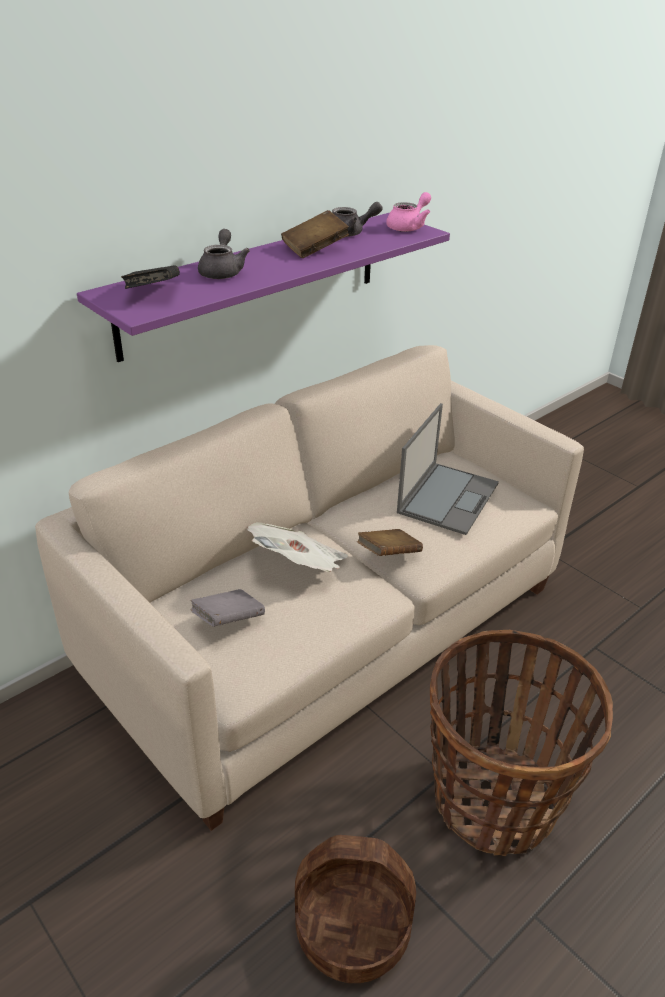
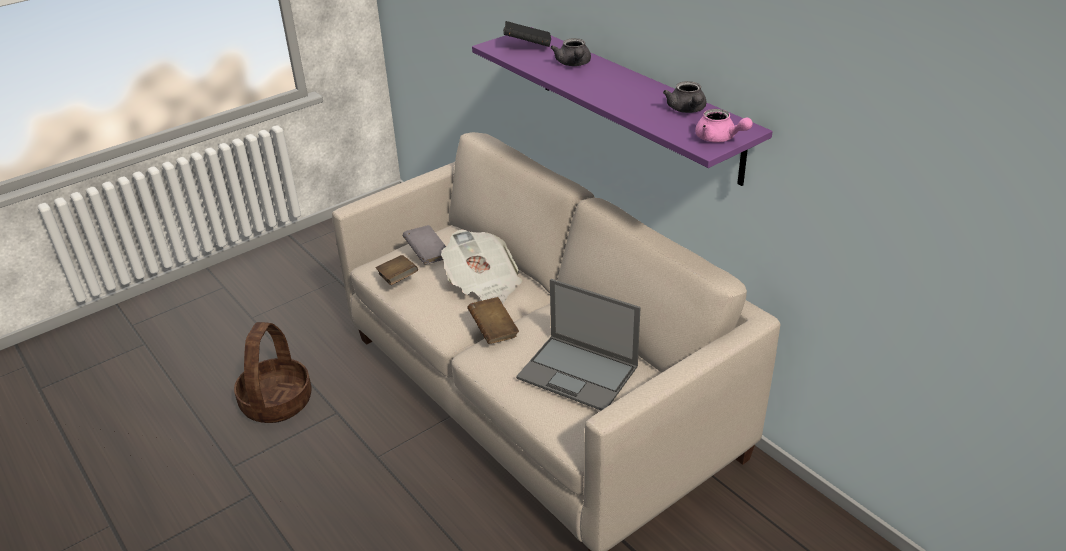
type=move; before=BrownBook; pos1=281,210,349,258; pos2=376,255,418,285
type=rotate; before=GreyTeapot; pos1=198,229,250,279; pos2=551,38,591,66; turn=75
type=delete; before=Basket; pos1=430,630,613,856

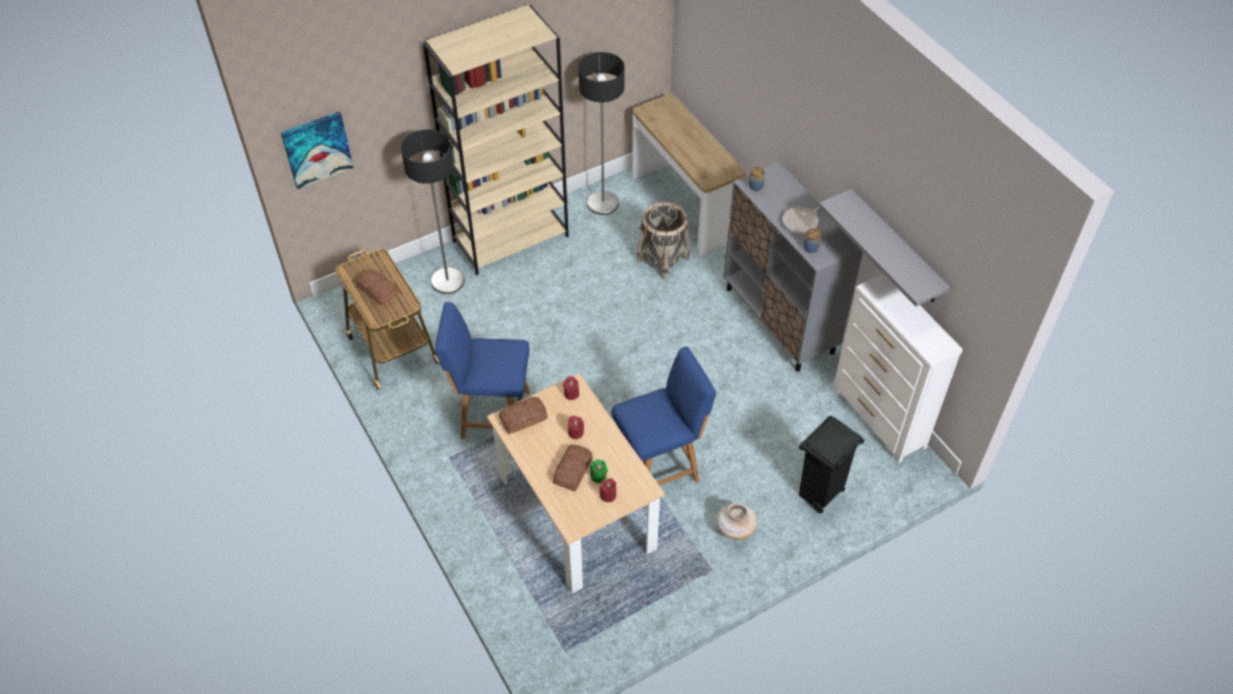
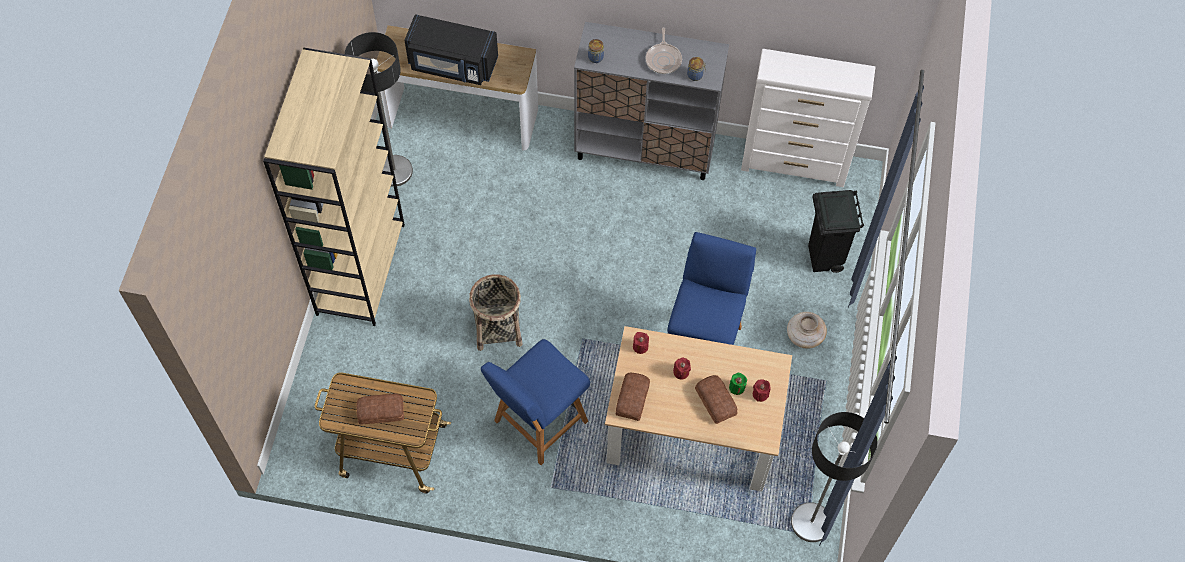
type=insert; after=BlackMicrowave; pos2=405,14,498,85
type=move; before=Basket; pos1=636,202,690,280; pos2=469,274,523,351
type=move; before=FloorLamp; pos1=401,129,465,294; pos2=791,412,877,542
type=delete; before=Picture; pos1=281,112,354,189
type=delete; before=GreyShelf; pos1=819,189,950,307

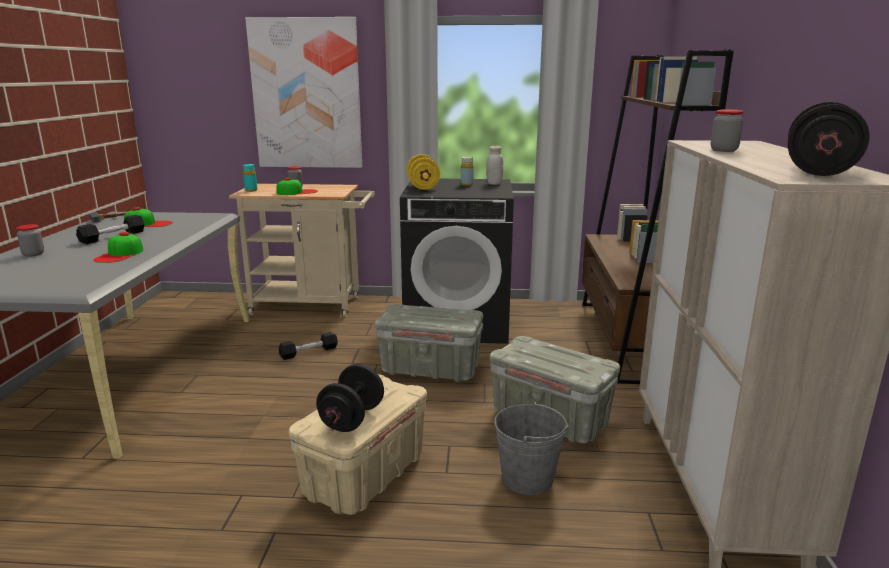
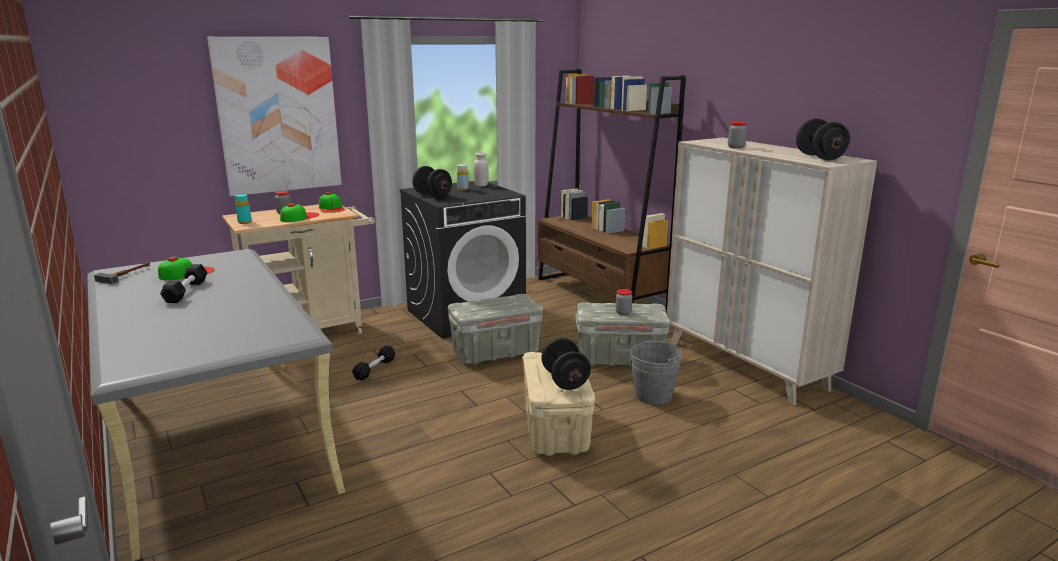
type=move; before=Cap; pos1=93,232,143,263; pos2=319,192,345,213
type=recolor; before=YellowDumbbell; after=BlackDumbbell; pos1=407,154,440,190; pos2=412,166,452,198
type=move; before=Jar; pos1=16,224,44,257; pos2=616,289,632,315

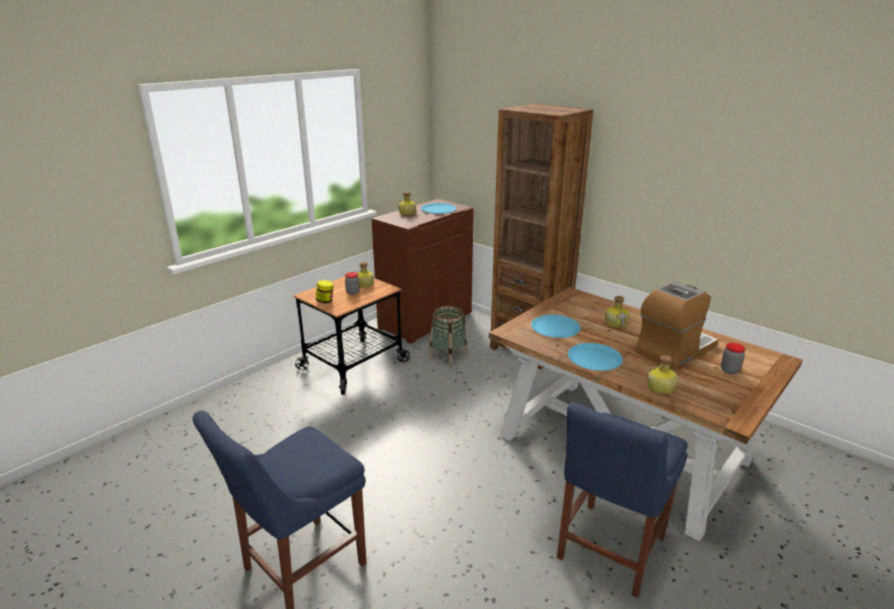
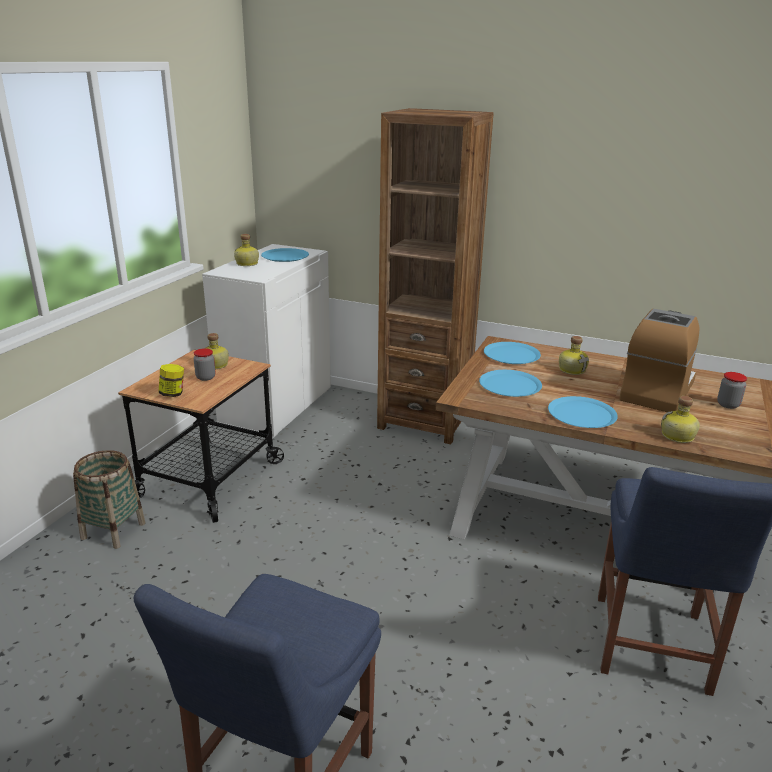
type=move; before=Basket; pos1=429,305,467,366; pos2=73,450,146,549
type=recolor; before=BrownCabinet; after=WhiteCabinet; pos1=371,199,474,344; pos2=202,244,331,439
type=insert; after=BluePlate; pos2=484,342,541,364

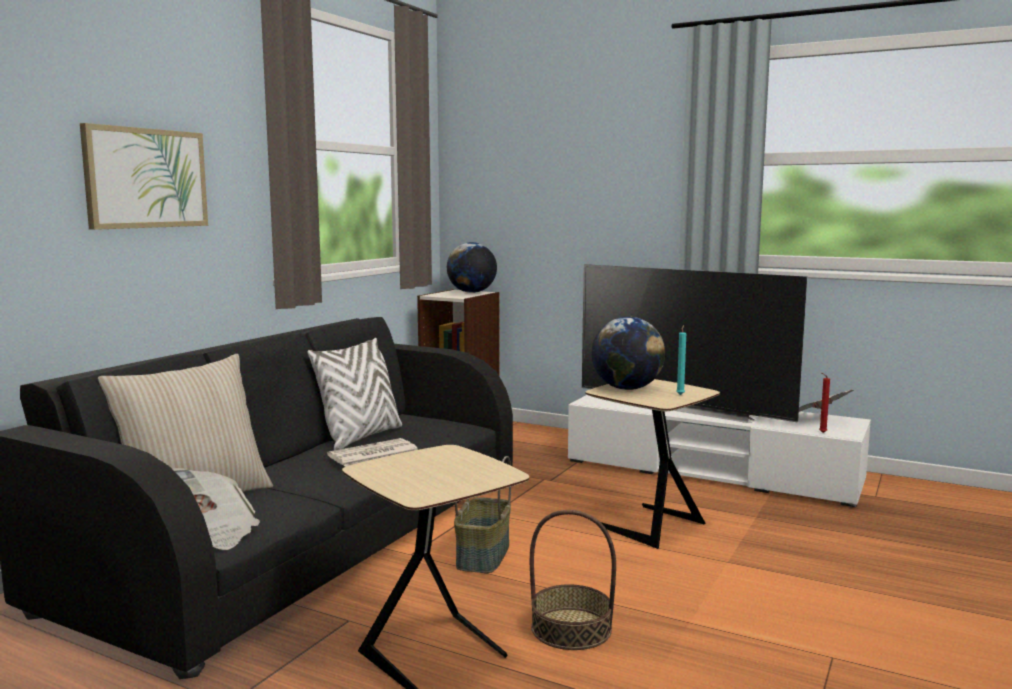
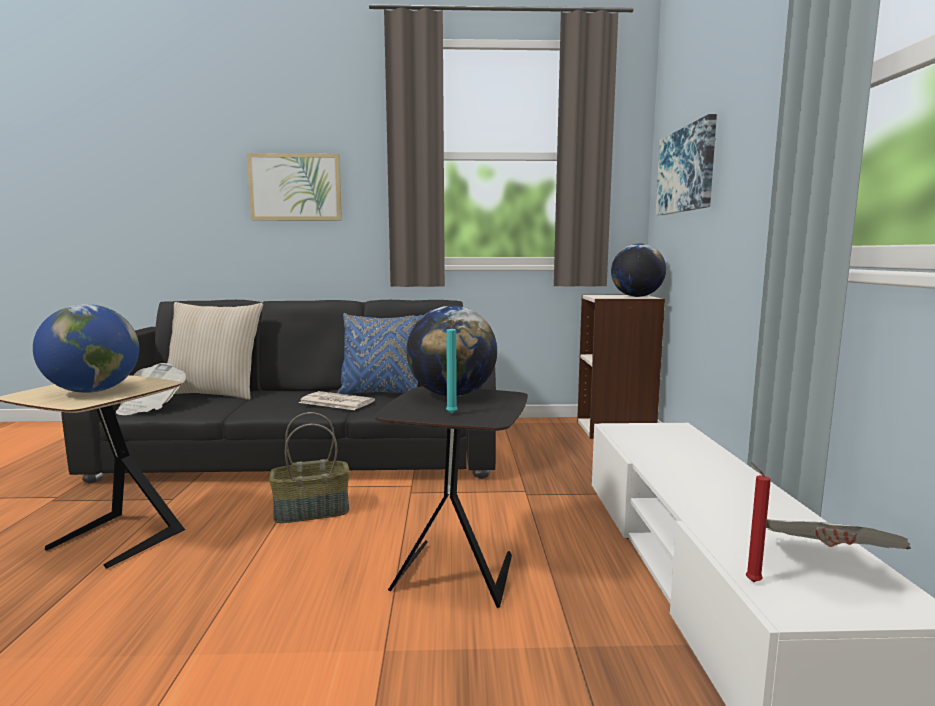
type=insert; after=Globe; pos2=33,304,139,393
type=recolor; before=WhitePillow; after=BluePillow; pos1=307,338,402,451; pos2=337,313,423,394
type=recolor; before=BeigeSideTable; after=BlackSideTable; pos1=585,379,720,549; pos2=374,387,528,608
type=insert; after=Picture; pos2=656,114,717,215
type=delete; before=Basket; pos1=530,510,616,650
type=delete; before=Television; pos1=582,264,807,423

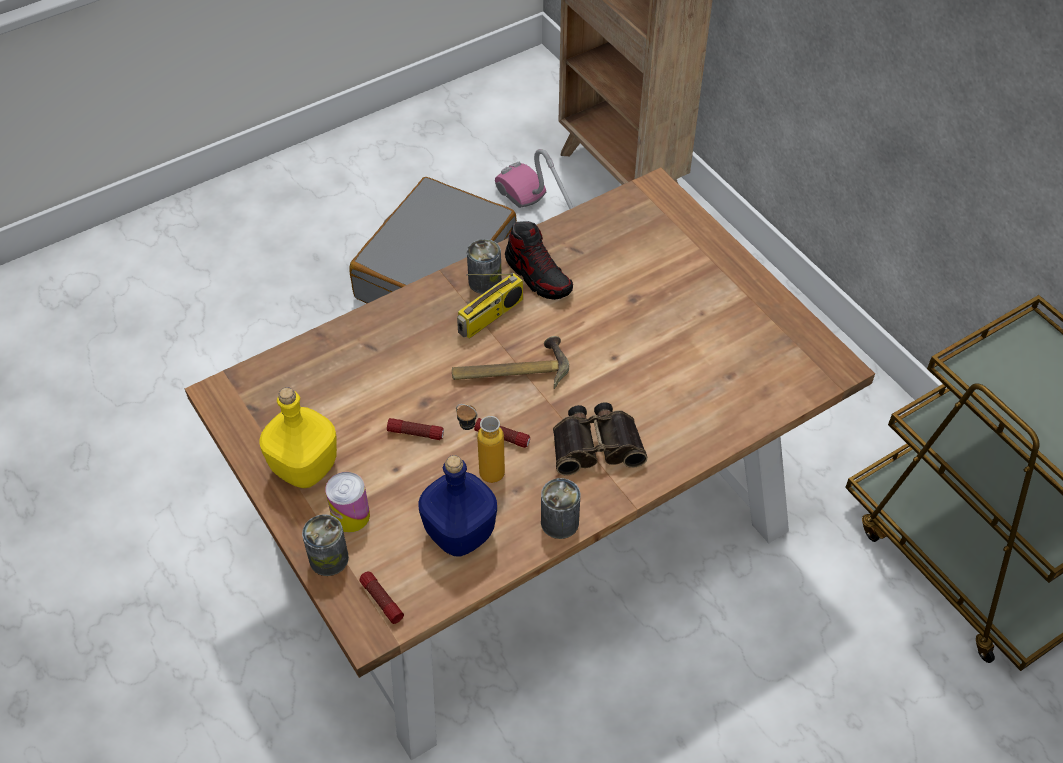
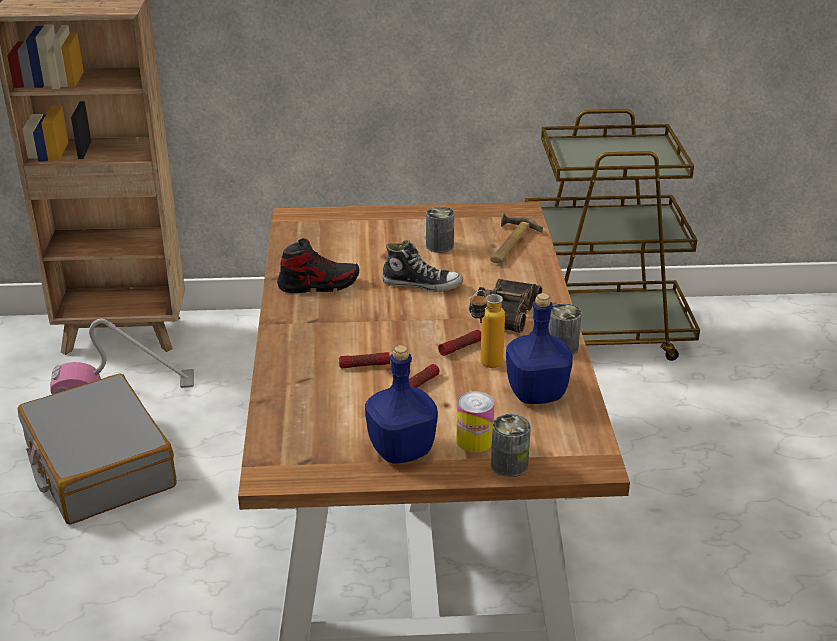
type=move; before=Flashlight; pos1=360,572,404,624; pos2=339,352,390,368
type=recolor; before=YellowBottle; after=BlueBottle; pos1=259,387,337,488; pos2=365,345,438,464
type=insert; after=Shoe; pos2=382,240,463,292
type=move; before=Can; pos1=467,239,502,294; pos2=426,206,454,253
type=move; before=Hammer; pos1=452,336,569,389; pos2=491,213,543,263
type=delete; before=Radio; pos1=457,273,523,339

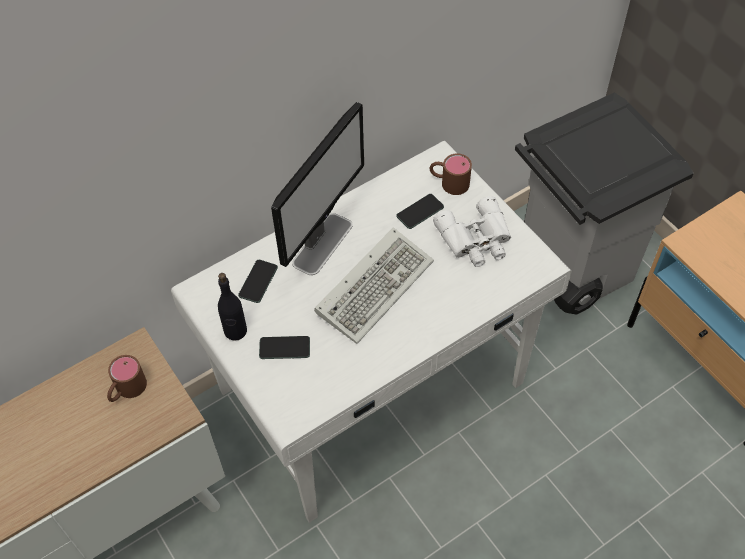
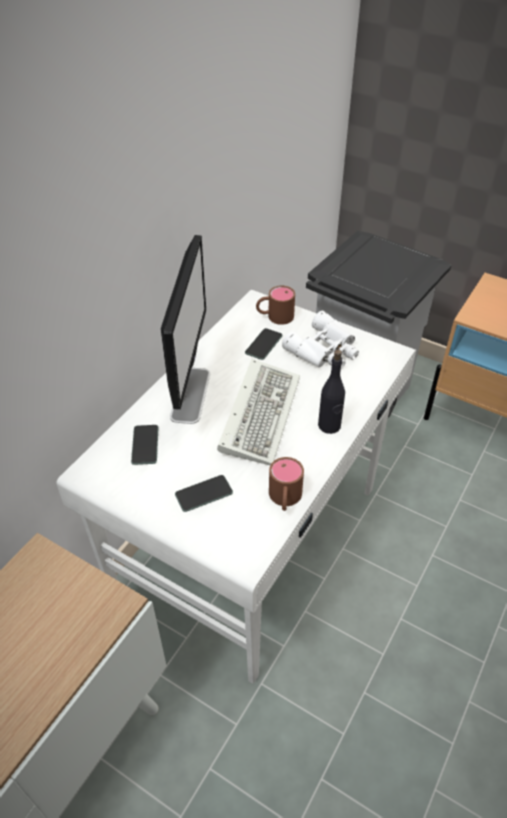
type=move; before=BrownMug; pos1=107,355,147,402; pos2=269,457,304,511
type=move; before=BlackBottle; pos1=218,273,247,341; pos2=318,349,345,434

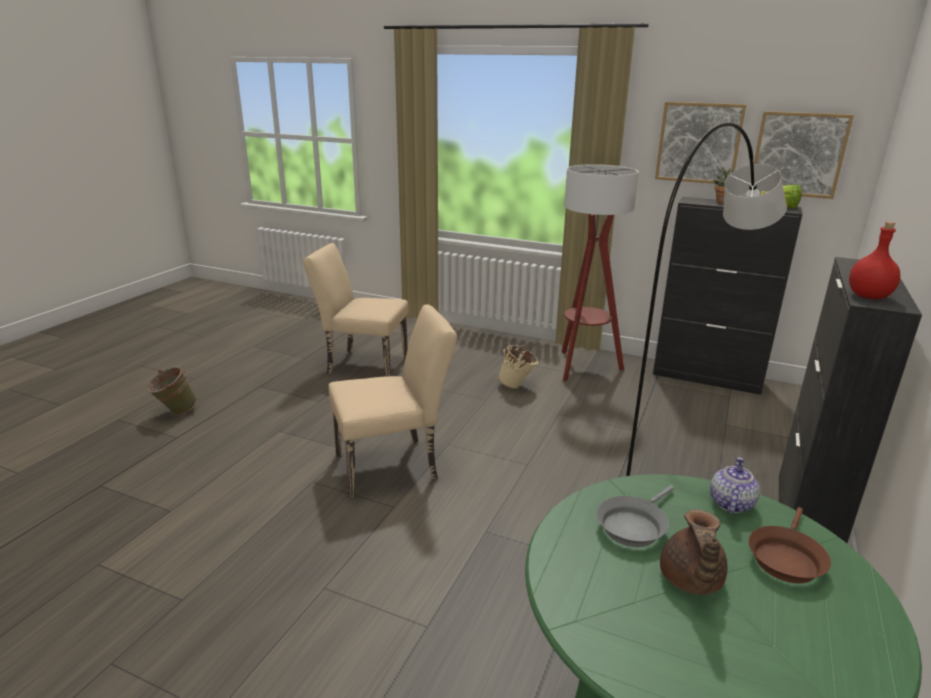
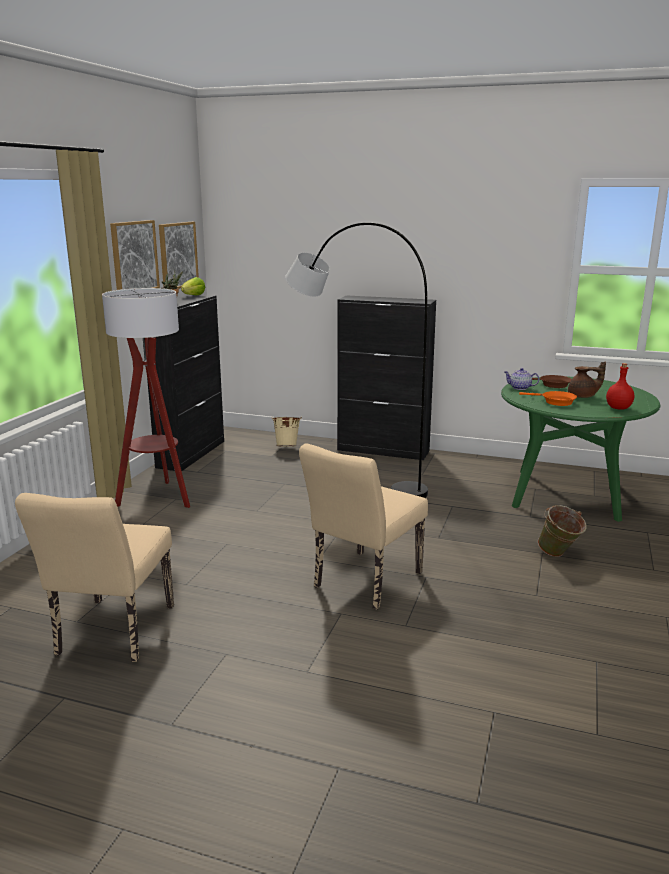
type=move; before=BeigeBucket; pos1=498,345,538,389; pos2=272,417,302,447
type=rotate; before=BeigeChair; pos1=329,305,457,498; pos2=299,444,428,610; turn=-120
type=recolor; before=GreyFryingPan; after=OrangeFryingPan; pos1=597,485,674,547; pos2=519,391,577,406
type=move; before=GreenBucket; pos1=146,367,197,415; pos2=538,505,587,557
type=move; before=RedBottle; pos1=849,222,900,299; pos2=606,363,634,410

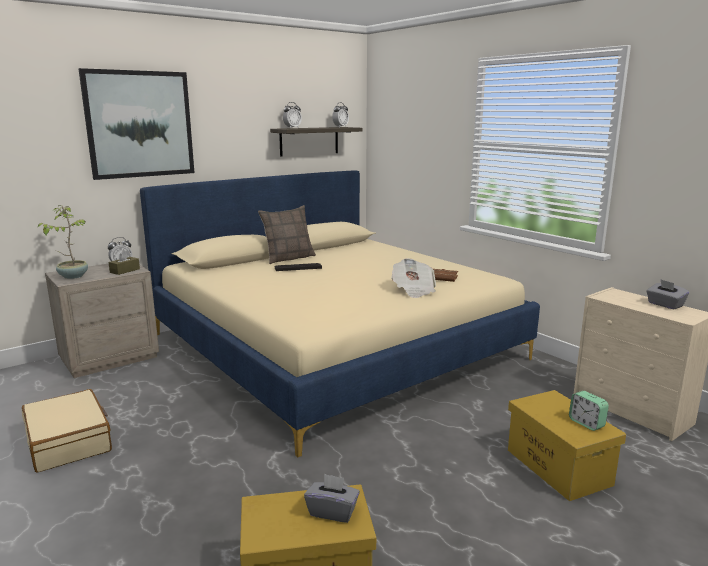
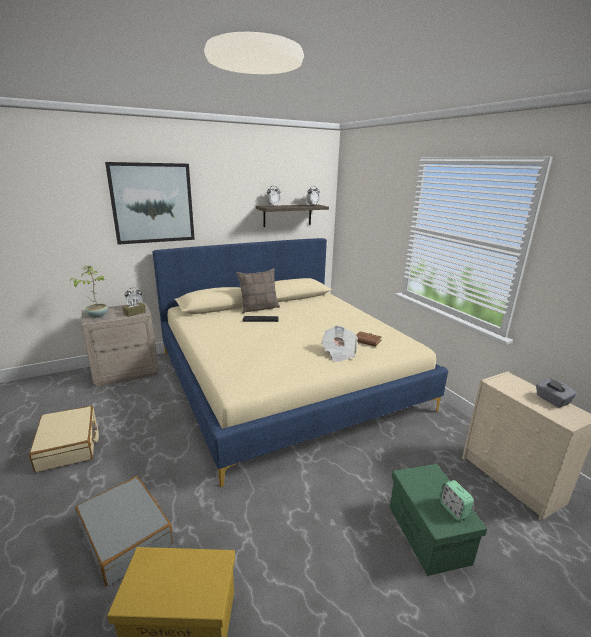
type=insert; after=GreySuitcase; pos2=75,476,173,586
type=recolor; before=YellowStorageBox; after=GreenStorageBox; pos1=508,390,626,501; pos2=390,464,487,576
type=delete; before=GreyTissueBox; pos1=304,474,360,523

